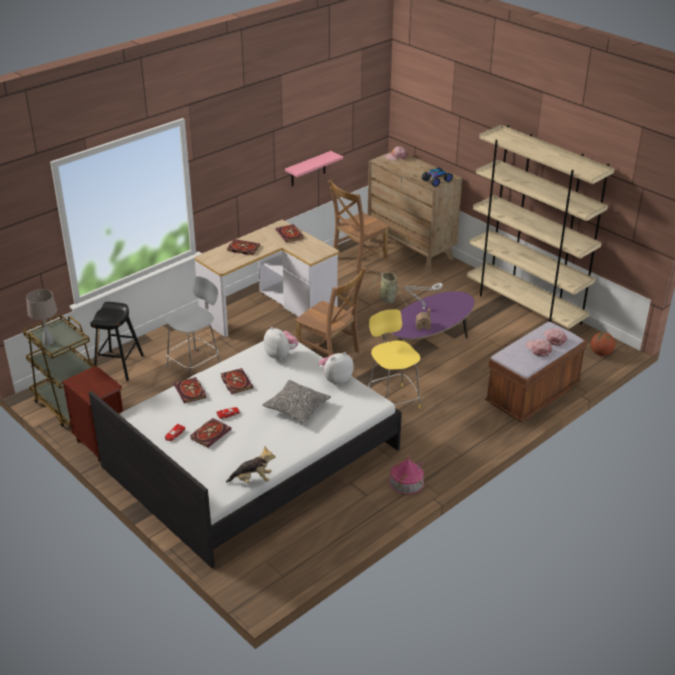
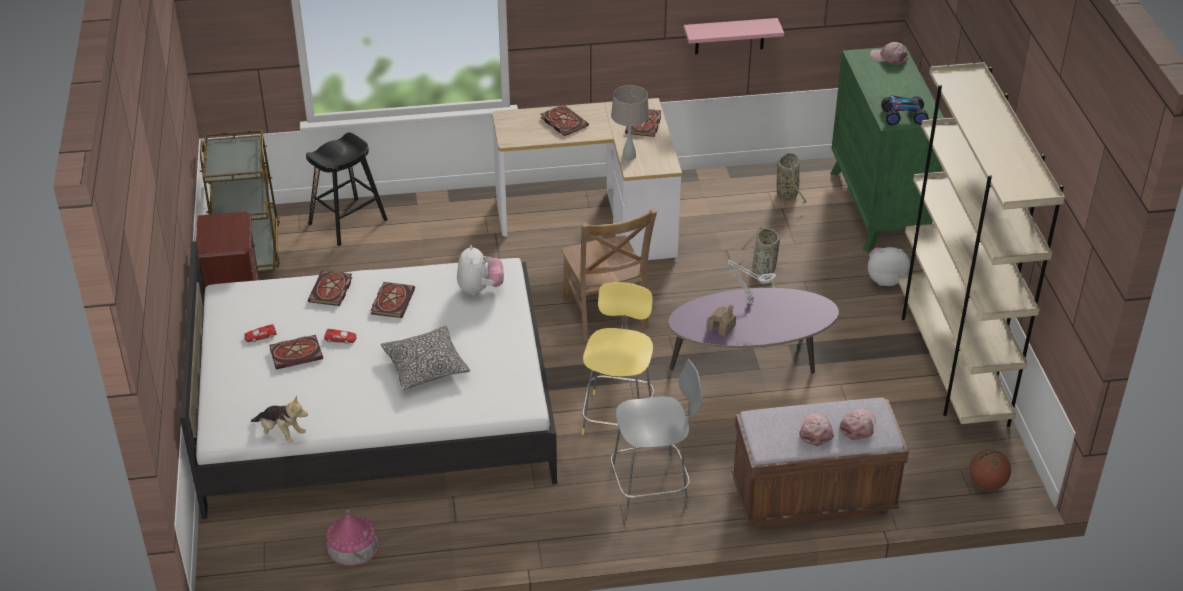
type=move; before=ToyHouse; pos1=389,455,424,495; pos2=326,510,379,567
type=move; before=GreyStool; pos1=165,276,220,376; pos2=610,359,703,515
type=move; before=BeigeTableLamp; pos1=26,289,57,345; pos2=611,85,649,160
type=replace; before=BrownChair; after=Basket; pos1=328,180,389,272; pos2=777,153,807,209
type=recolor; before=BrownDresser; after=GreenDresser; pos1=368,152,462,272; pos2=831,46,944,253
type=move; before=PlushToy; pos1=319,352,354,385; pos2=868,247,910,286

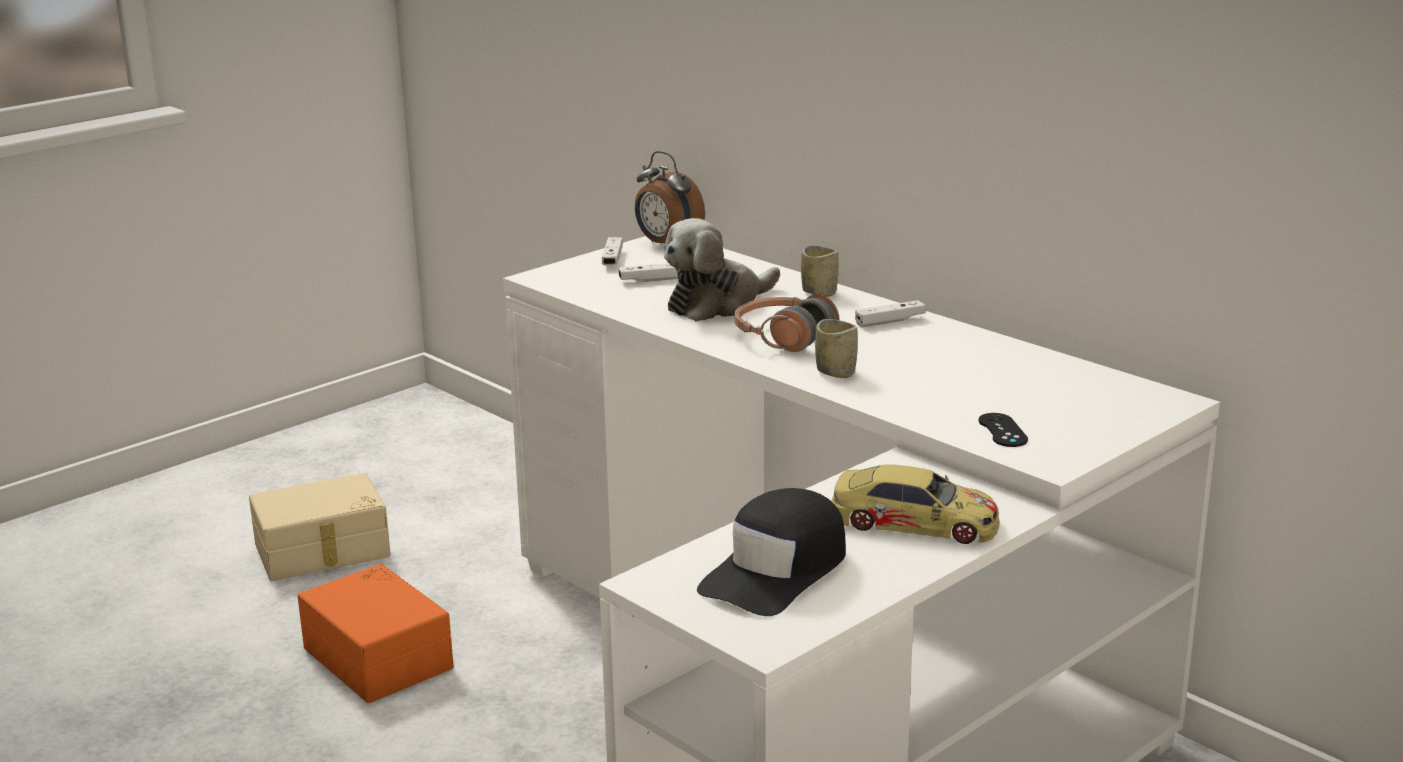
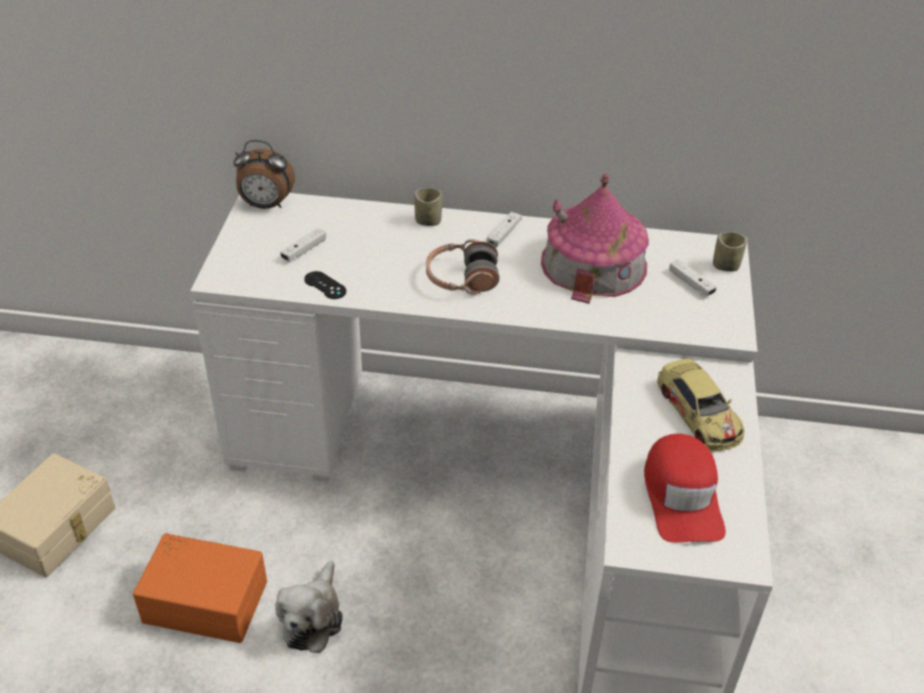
type=move; before=PlushToy; pos1=664,218,780,321; pos2=275,561,343,653
type=move; before=BlackGameController; pos1=979,413,1028,447; pos2=304,271,346,299
type=insert; after=ToyHouse; pos2=541,174,649,304
type=recolor; before=BlackCap; after=RedCap; pos1=697,488,846,616; pos2=644,434,726,543
type=rotate; before=ToyCar; pos1=831,464,1000,544; pos2=657,358,744,452; turn=90
type=move; before=WhiteGameController; pos1=602,237,623,266; pos2=669,259,717,296
type=move; before=Cup; pos1=815,319,858,378; pos2=713,232,747,272

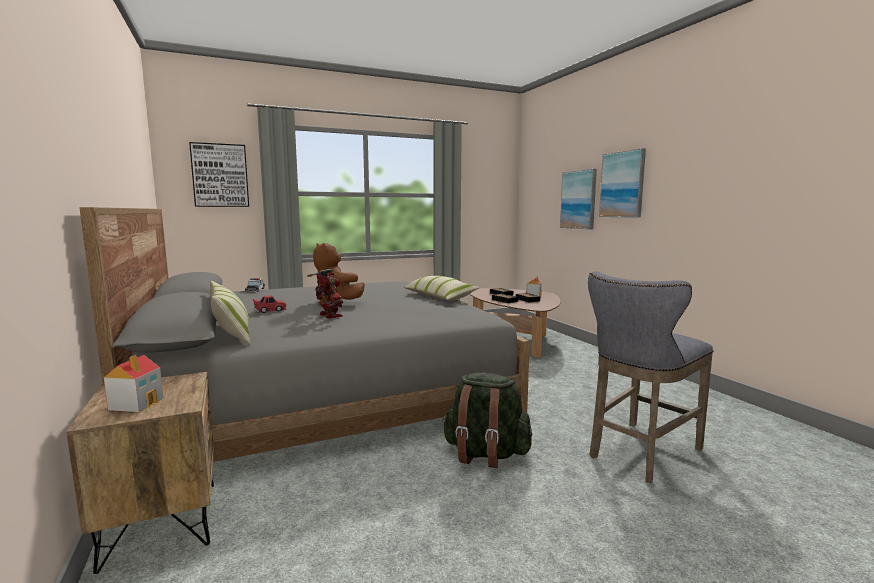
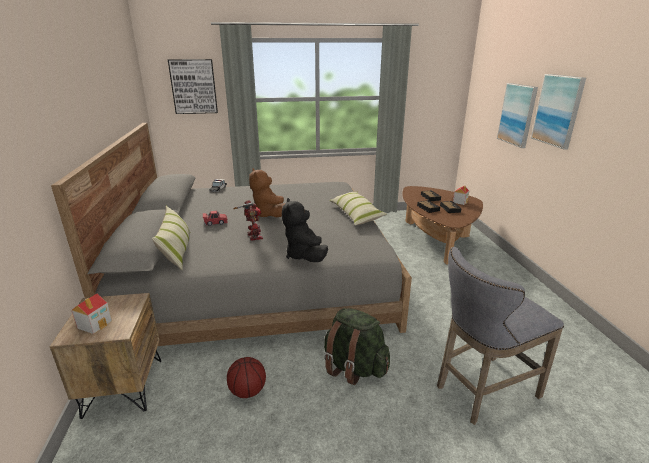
type=insert; after=Basketball; pos2=227,357,266,398
type=insert; after=BlackPlushToy; pos2=282,198,328,262

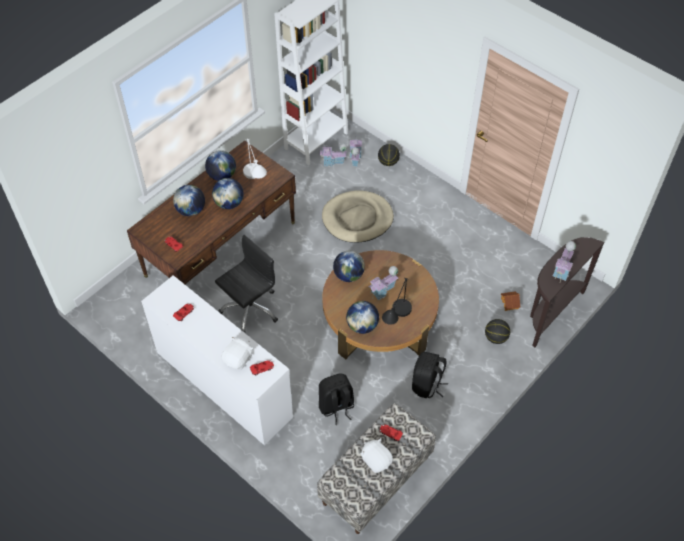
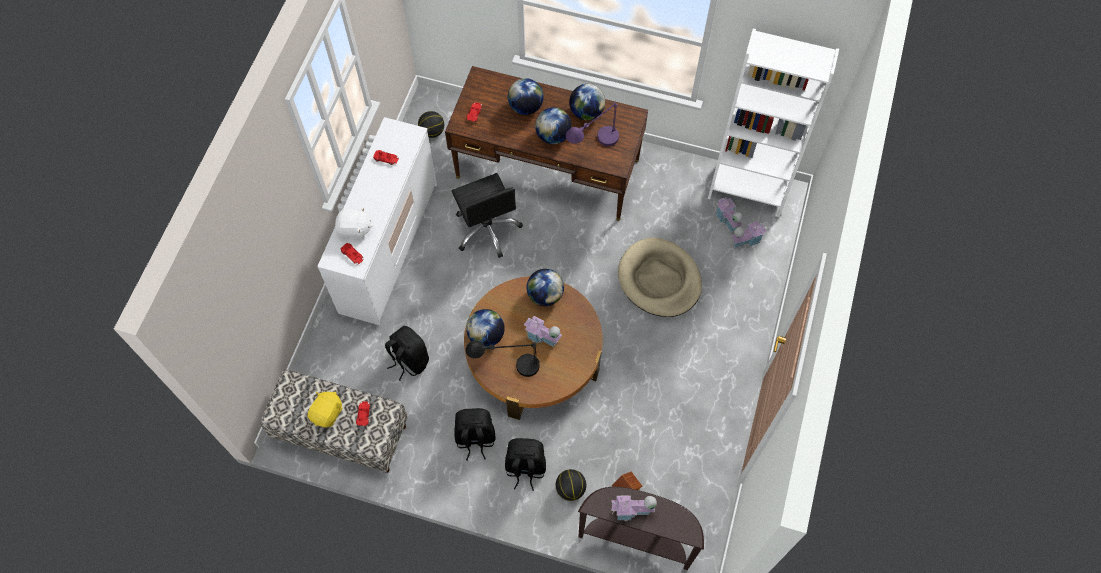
type=recolor; before=WhitePlushToy; after=YellowPlushToy; pos1=361,438,393,473; pos2=308,391,342,427
type=move; before=Basketball; pos1=378,144,400,166; pos2=418,111,444,138
type=rotate; before=BlackOfficeChair; pos1=215,235,278,333; pos2=452,173,523,258; turn=45
type=insert; after=BlackBackpack; pos2=505,438,546,491
type=recolor; before=WhiteTableLamp; after=PurpleTableLamp; pos1=243,138,267,179; pos2=566,102,619,146

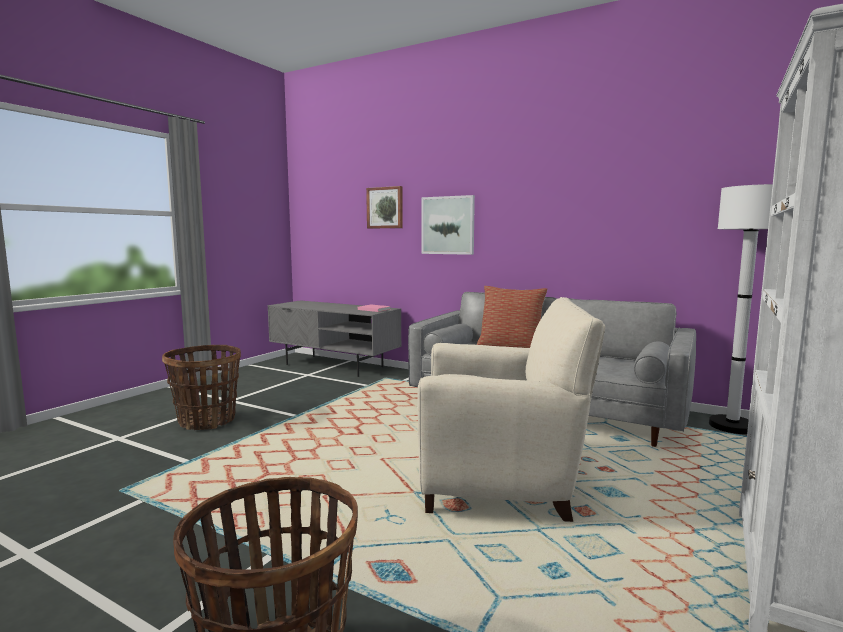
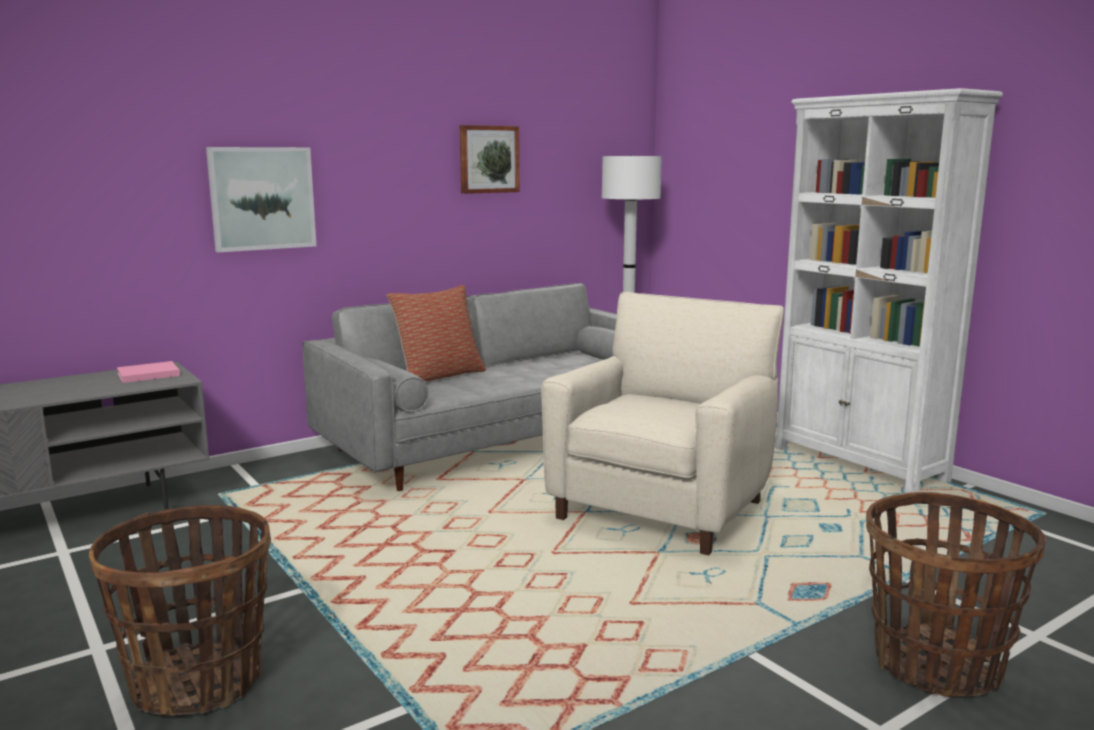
type=move; before=Picture; pos1=366,186,402,228; pos2=460,125,520,194

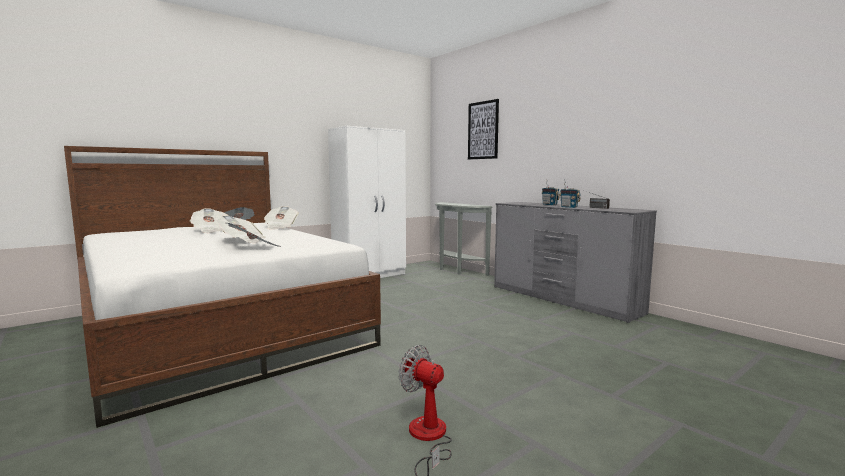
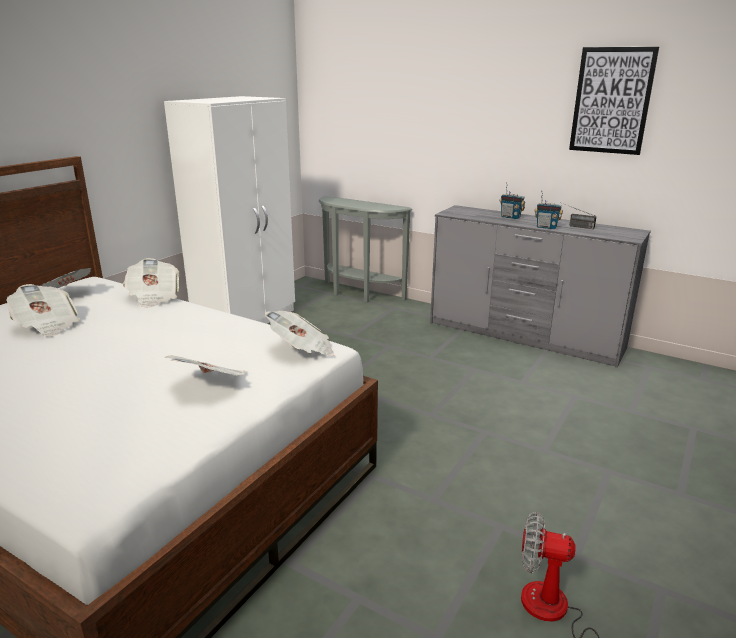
type=move; before=Newspaper; pos1=217,215,265,243; pos2=265,311,335,356
type=move; before=Picture; pos1=468,99,499,160; pos2=569,47,659,155

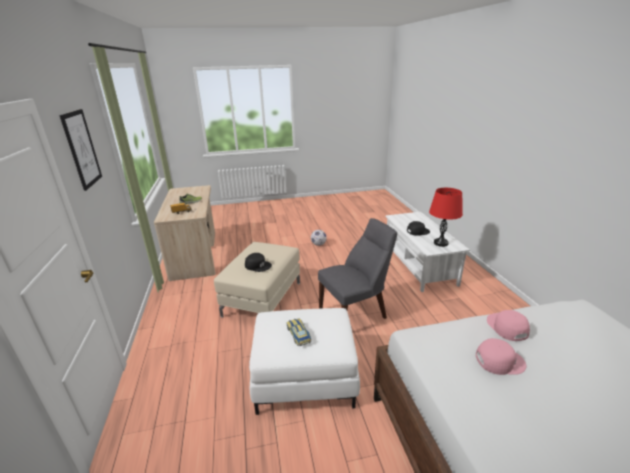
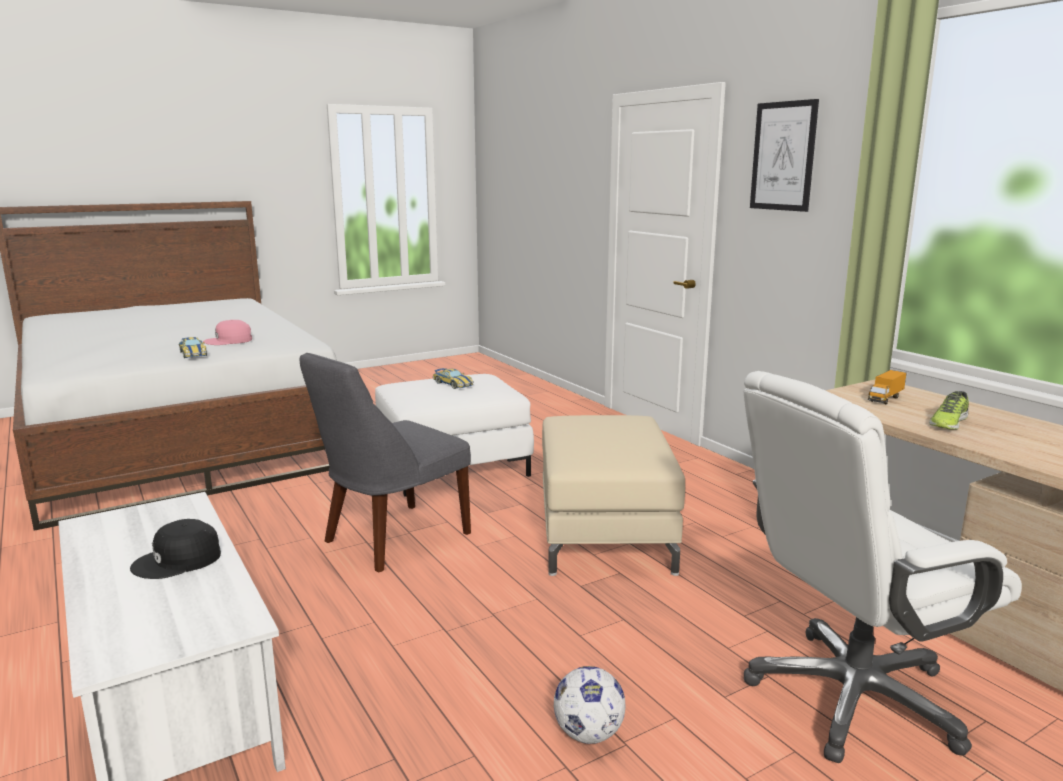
type=replace; before=PinkCap; after=ToyCar; pos1=487,310,530,341; pos2=179,337,207,358
type=insert; after=WhiteOfficeChair; pos2=743,371,1022,763
type=delete; before=BlackCap; pos1=245,253,272,272
type=delete; before=RedTableLamp; pos1=429,188,463,247

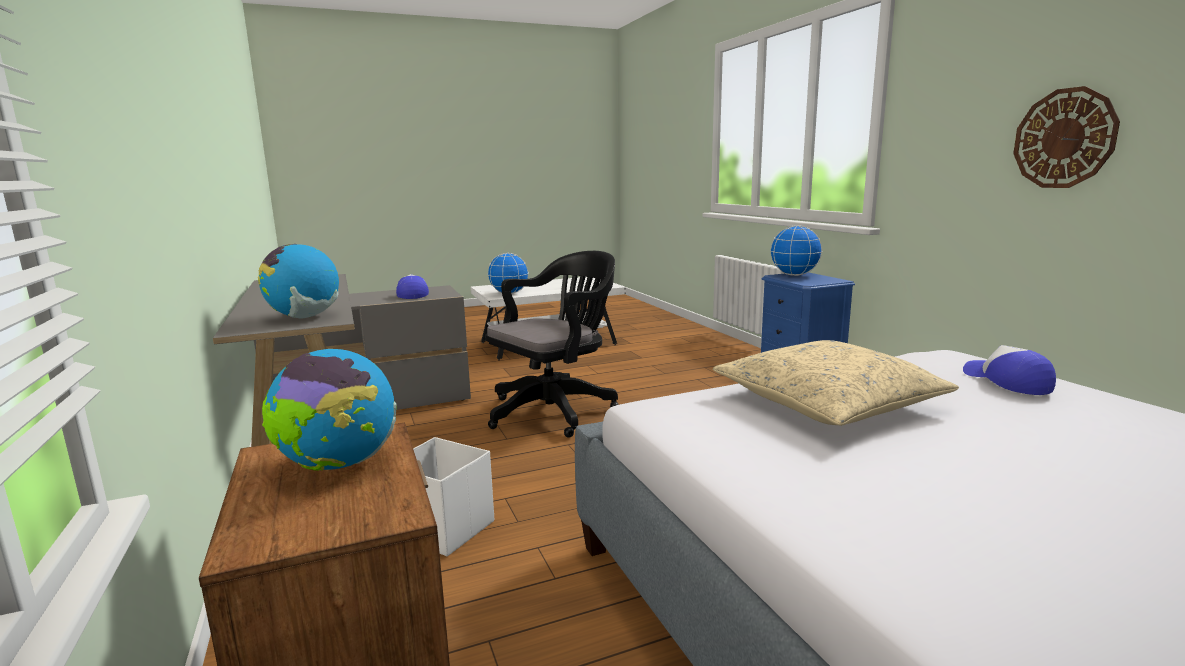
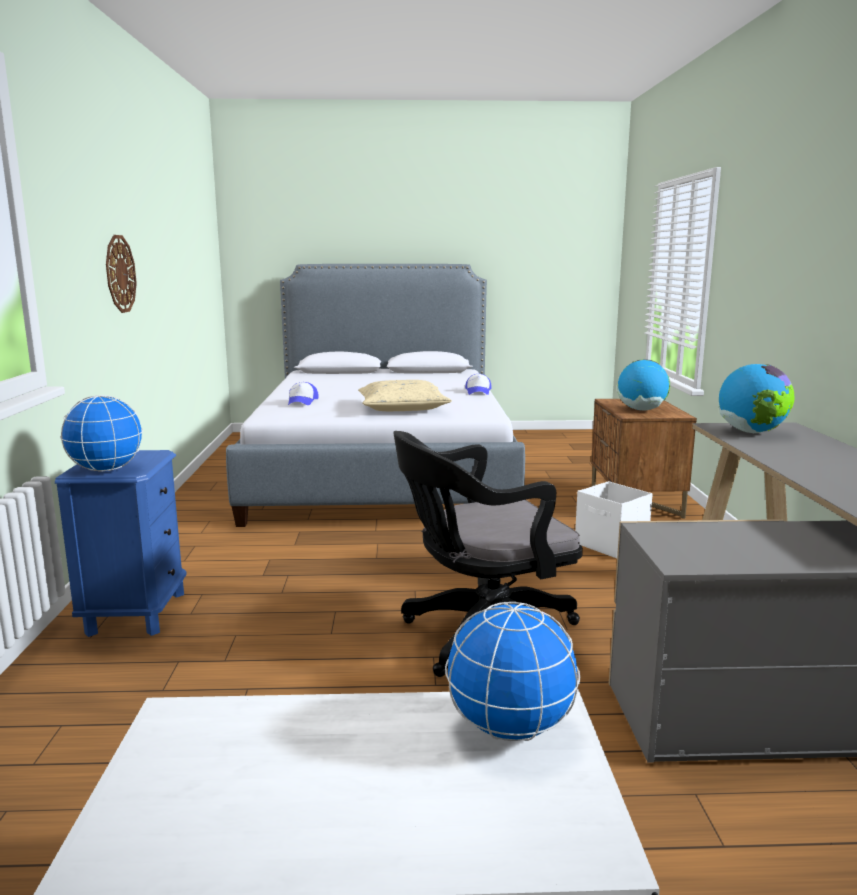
type=move; before=Cap; pos1=396,274,429,299; pos2=465,374,491,395

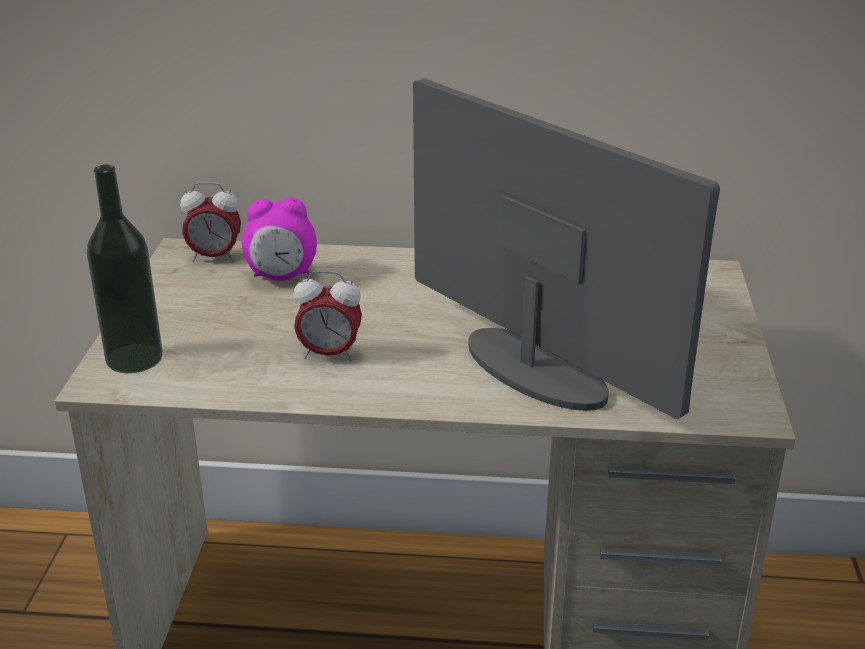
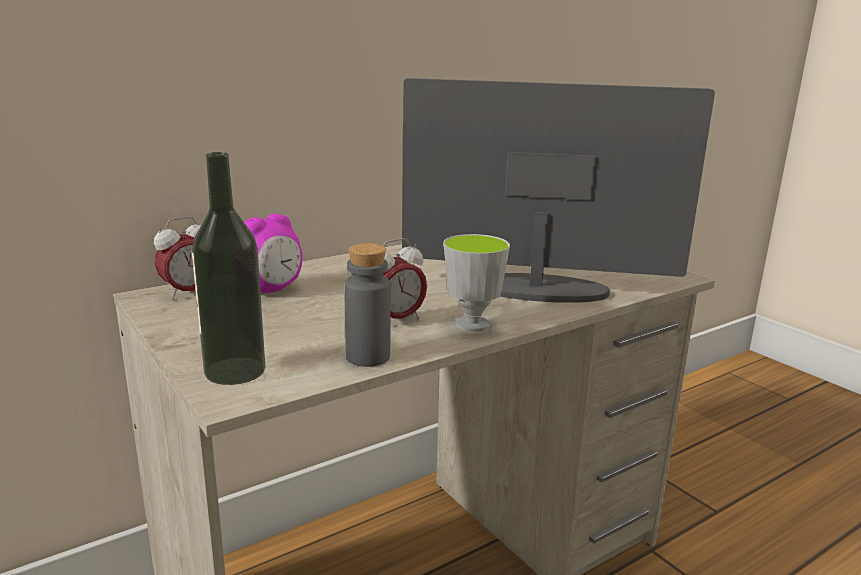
type=insert; after=GreyBottle; pos2=344,243,391,367
type=insert; after=Cup; pos2=443,234,510,332

